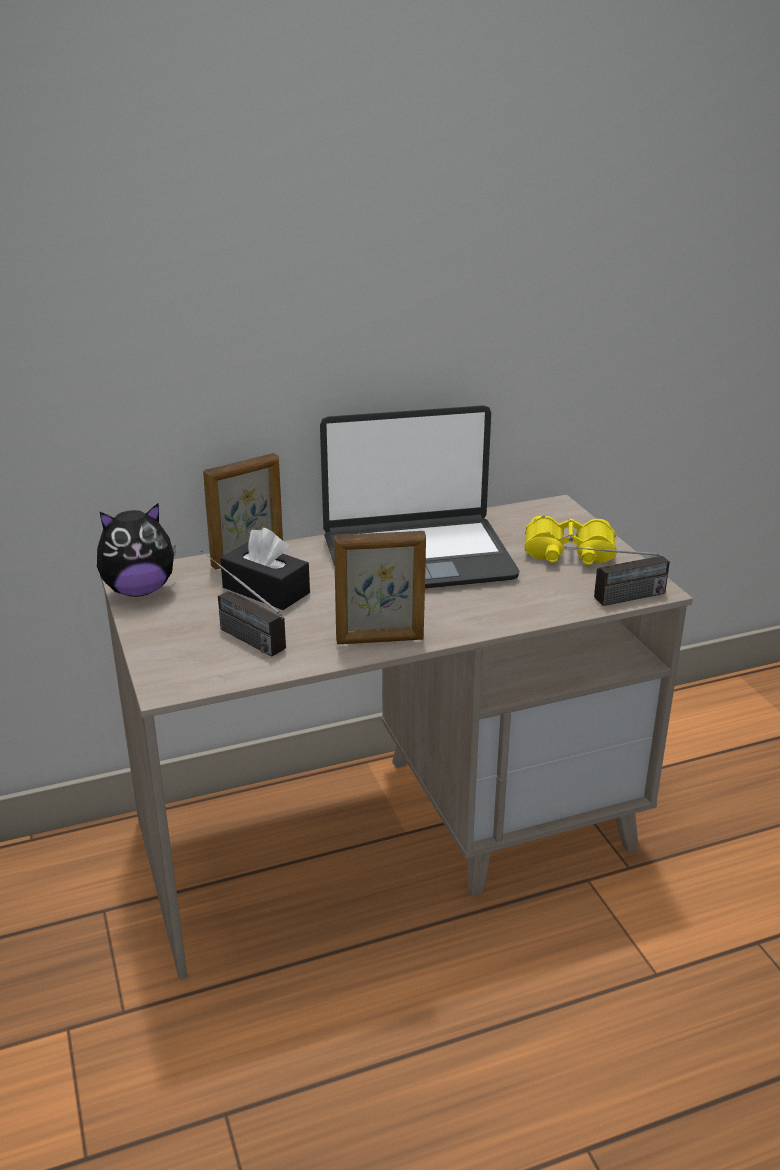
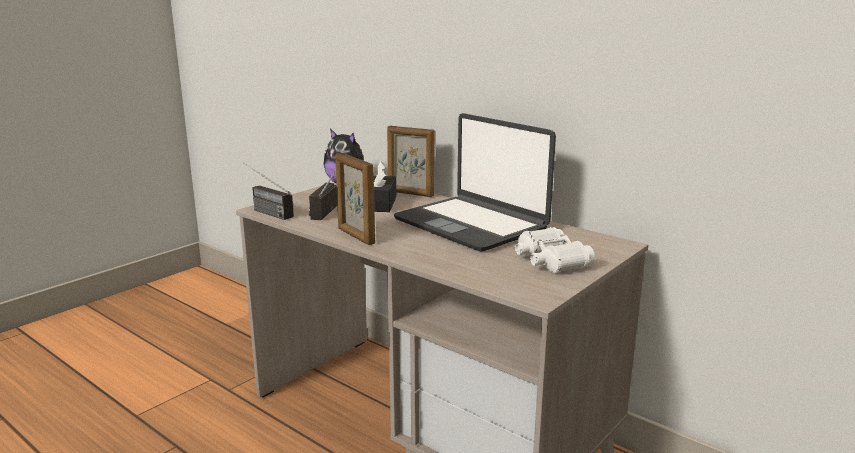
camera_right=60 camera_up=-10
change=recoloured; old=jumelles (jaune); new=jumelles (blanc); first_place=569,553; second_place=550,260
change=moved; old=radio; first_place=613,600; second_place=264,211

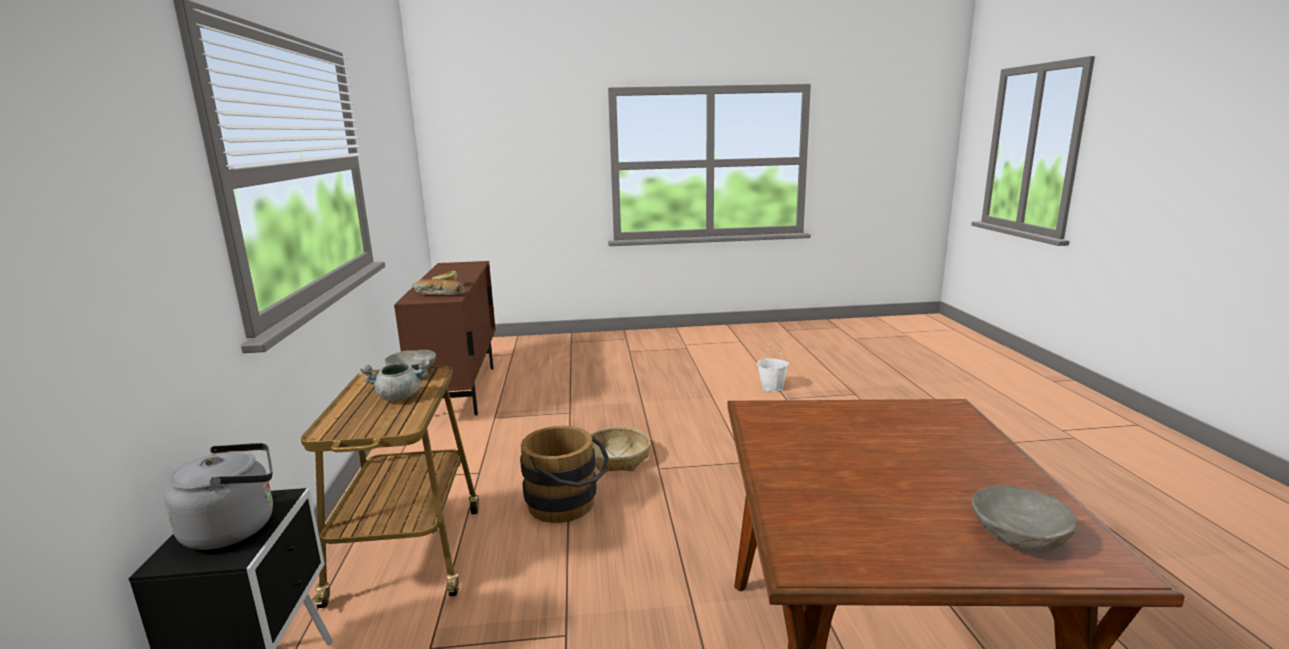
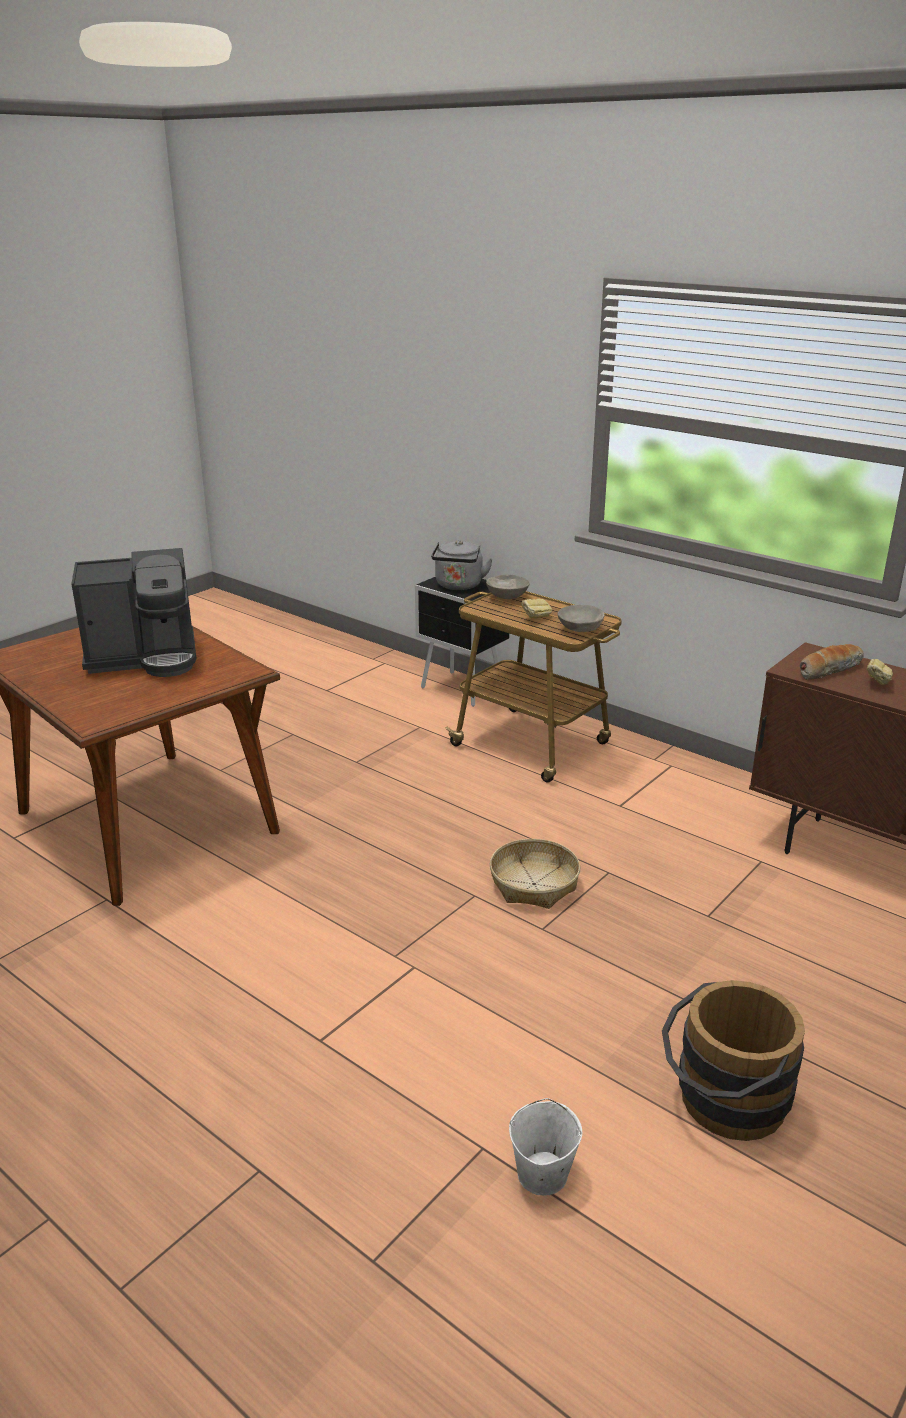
camera_right=135 camera_up=10
change=replaced; old=marmite (gris); new=pain; first_place=400,397; second_place=535,618
change=moved; old=seau (marron); first_place=567,505; second_place=723,1102
change=moved; old=bol (gris); first_place=1019,538; second_place=506,597
change=added; new=machine à café; second_place=145,658

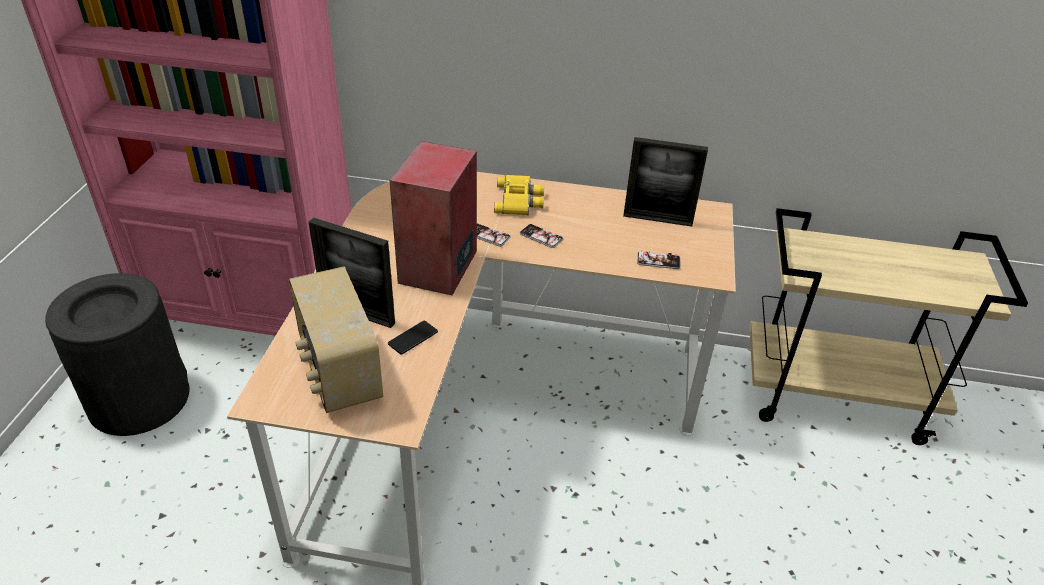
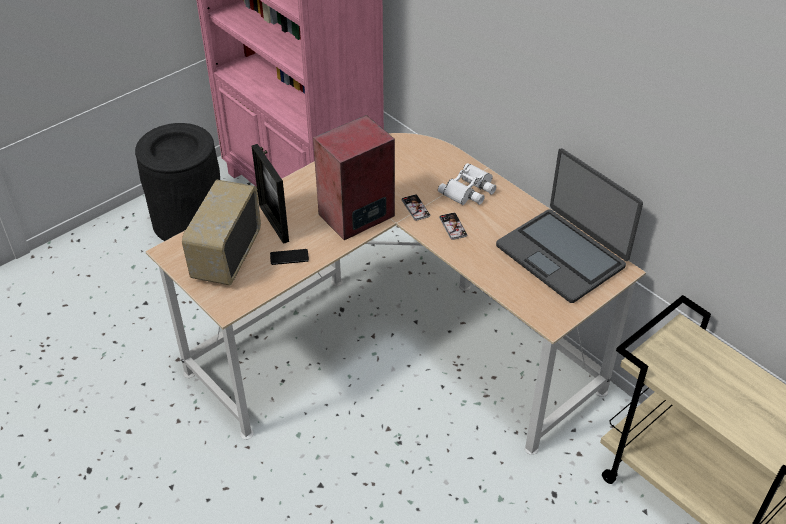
camera_right=40 camera_up=5
change=replaced; old=cadre photo; new=ordinateur portable; first_place=657,219; second_place=561,255
change=recoloured; old=jumelles (jaune); new=jumelles (blanc); first_place=519,200; second_place=470,190
change=removed; old=téléphone; first_place=658,261

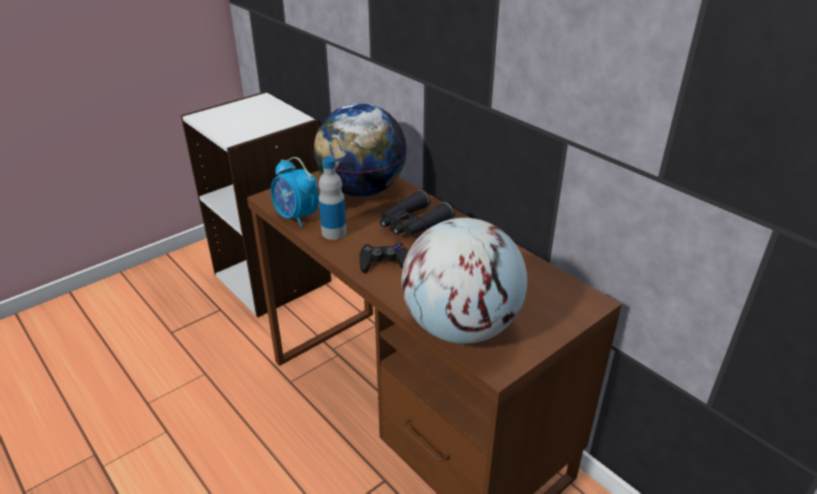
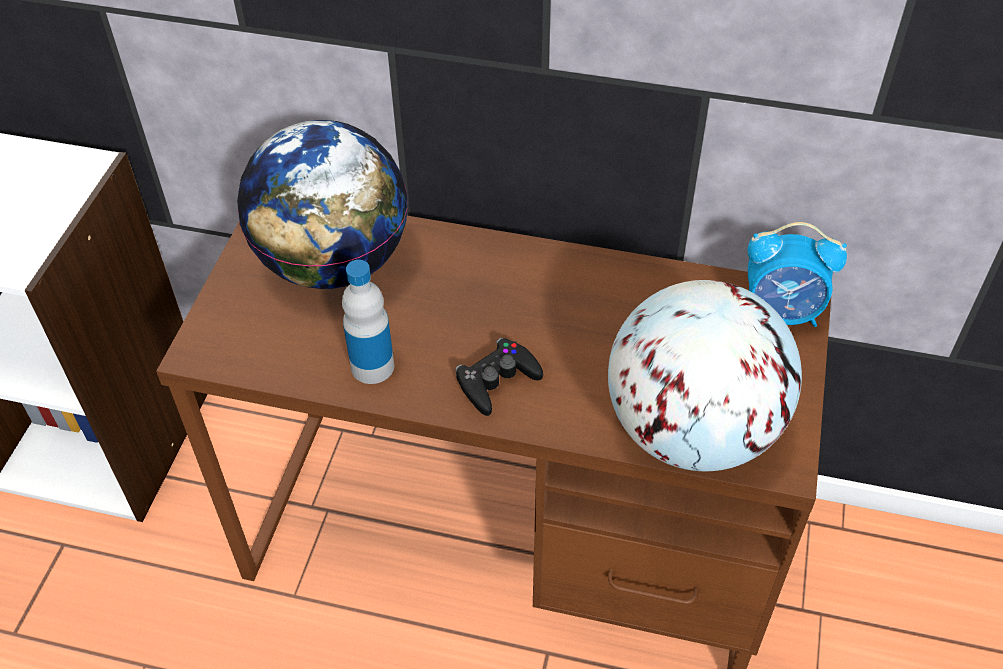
camera_right=-35 camera_up=15
change=moved; old=réveil; first_place=296,217; second_place=782,312
change=removed; old=jumelles (noir); first_place=412,224

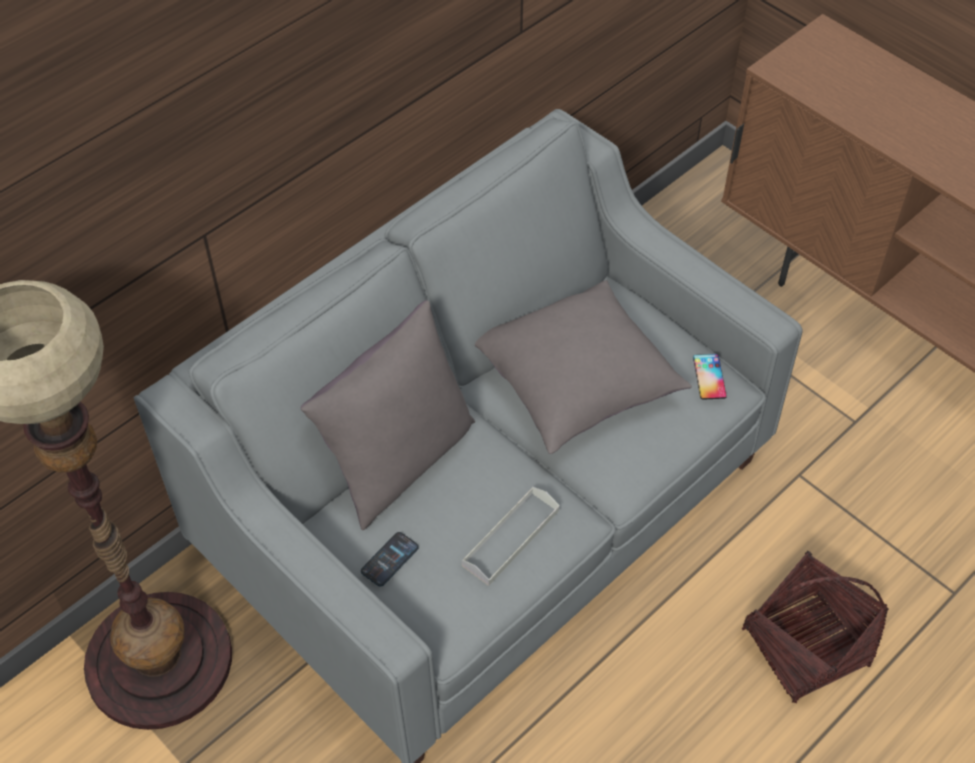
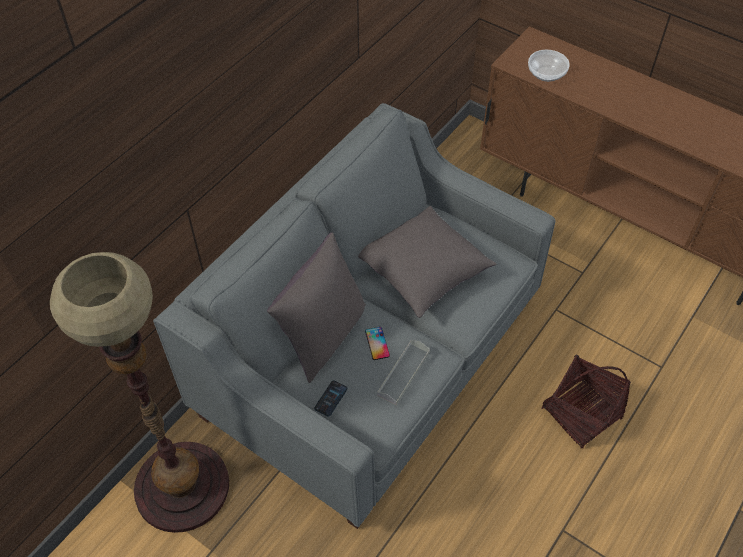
camera_right=-10 camera_up=0
change=moved; old=téléphone; first_place=709,377; second_place=377,343
change=added; new=bol; second_place=546,74

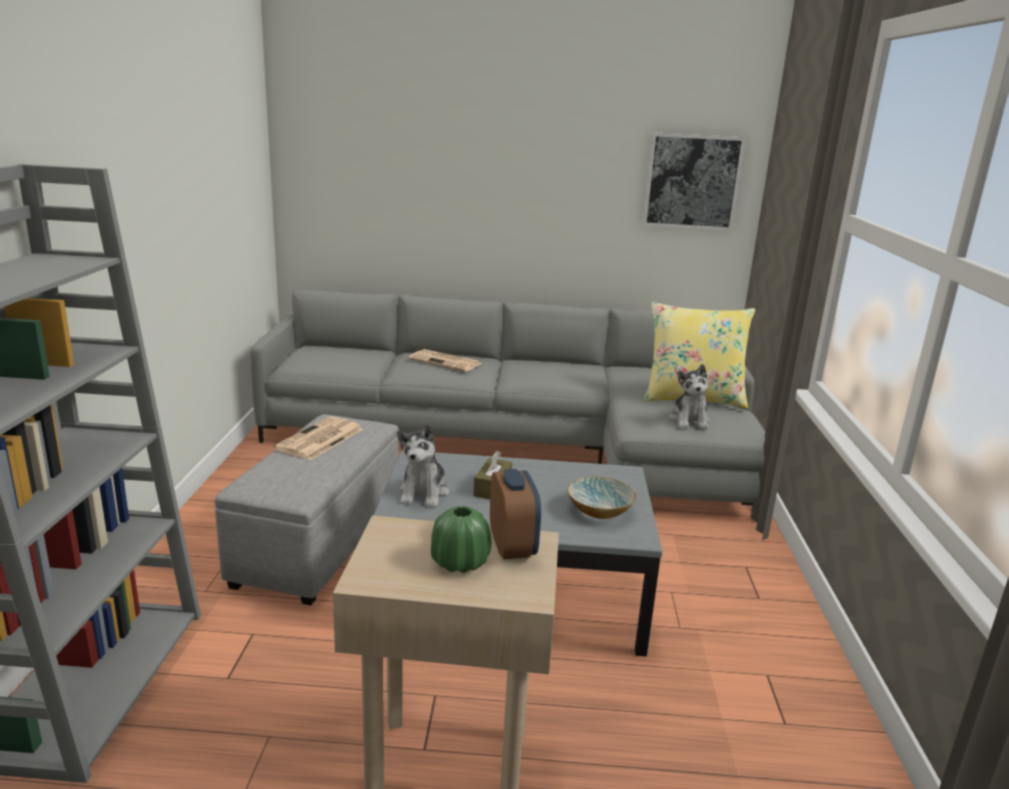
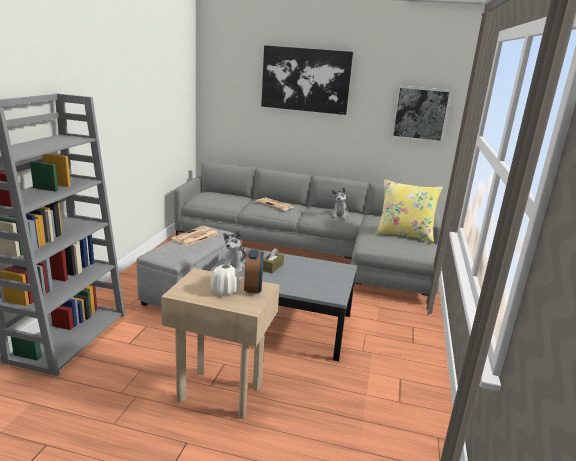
camera_right=10 camera_up=0
change=moved; old=peluche; first_place=689,420; second_place=339,215
change=removed; old=bol; first_place=600,511
change=recoloured; old=vase (vert); new=vase (blanc); first_place=460,562; second_place=225,291
change=added; new=tableau; second_place=305,80

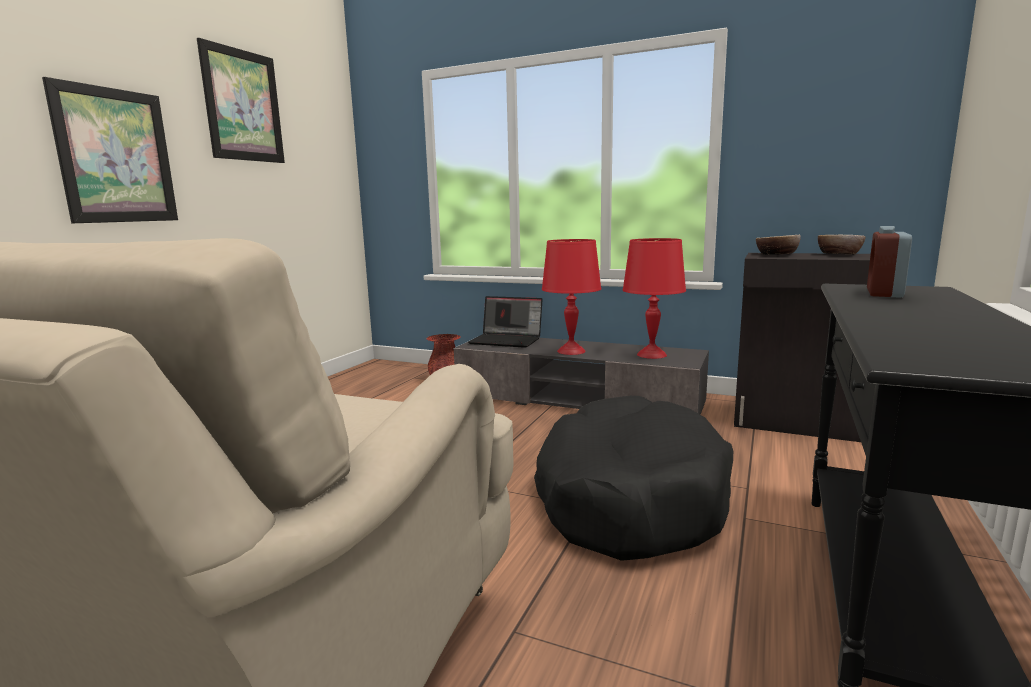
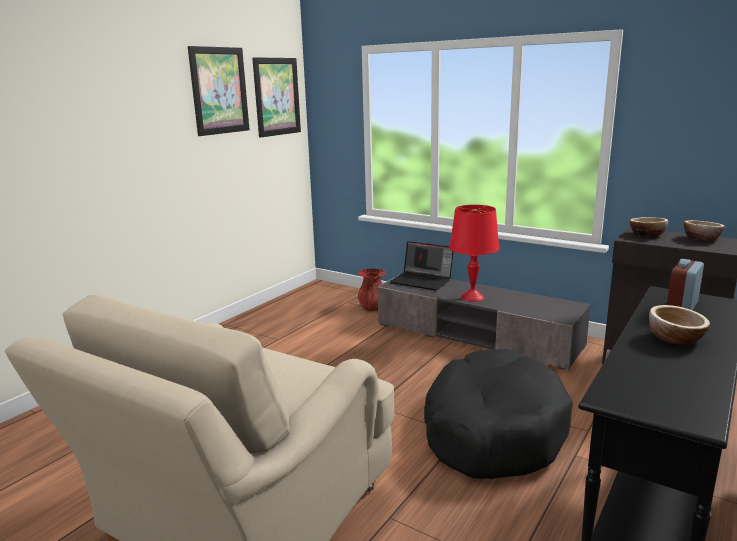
camera_right=10 camera_up=5
change=moved; old=tableau; first_place=116,156; second_place=277,97
change=removed; old=lampe de table (rouge); first_place=651,355
change=added; new=bol; second_place=675,338

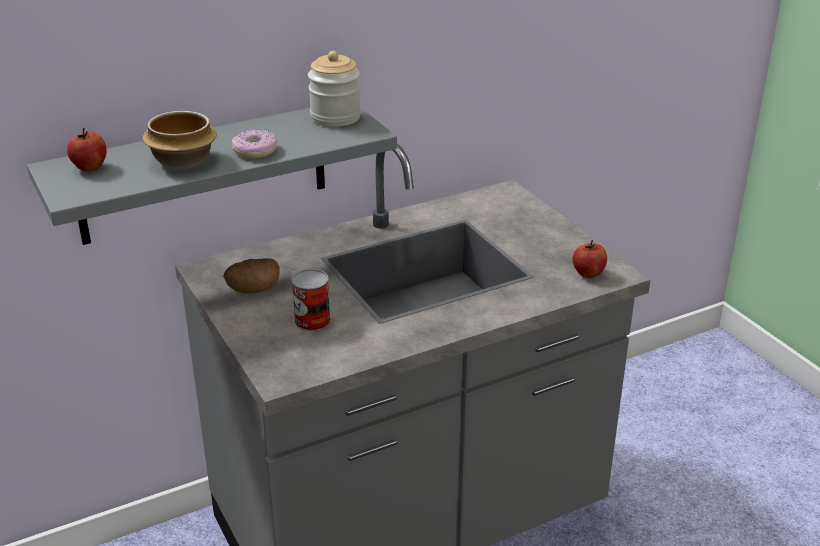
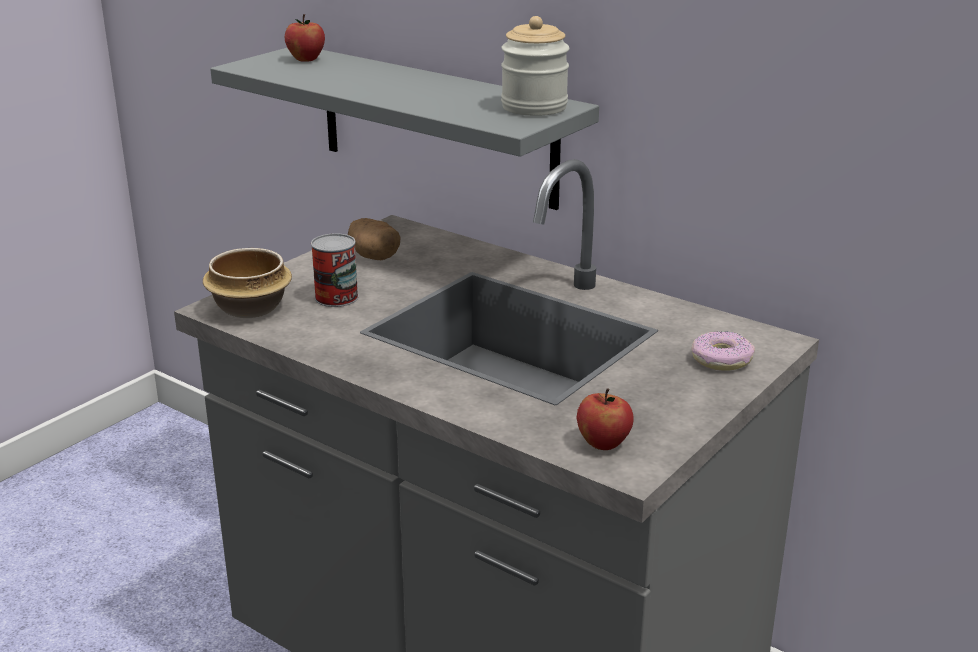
camera_right=65 camera_up=-5
change=moved; old=bol; first_place=181,160; second_place=251,307
change=moved; old=beignet; first_place=255,151; second_place=721,359

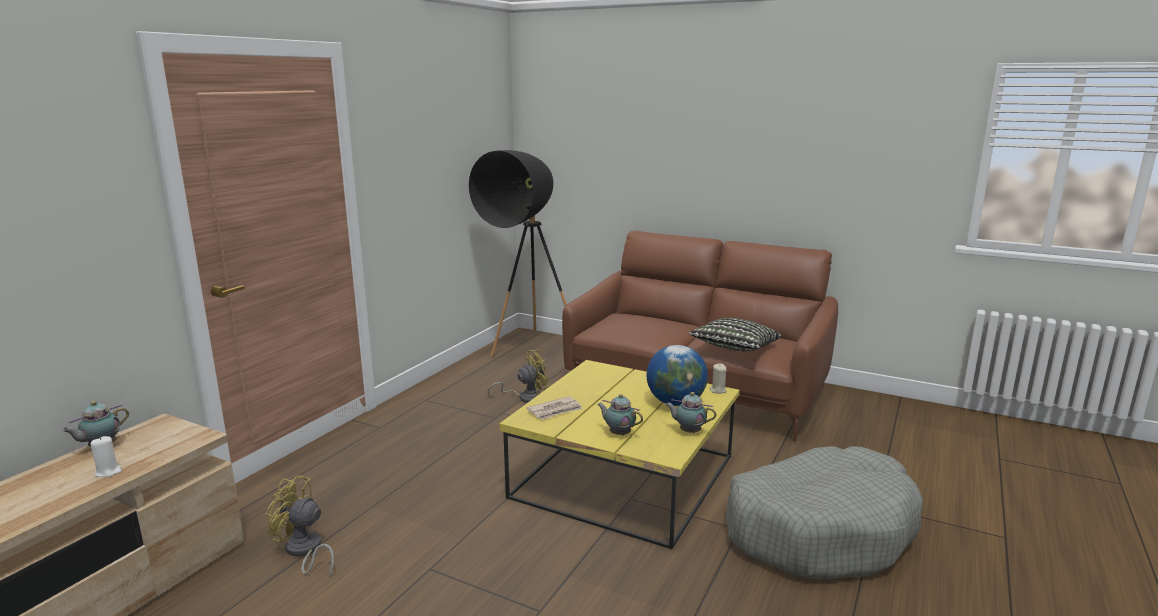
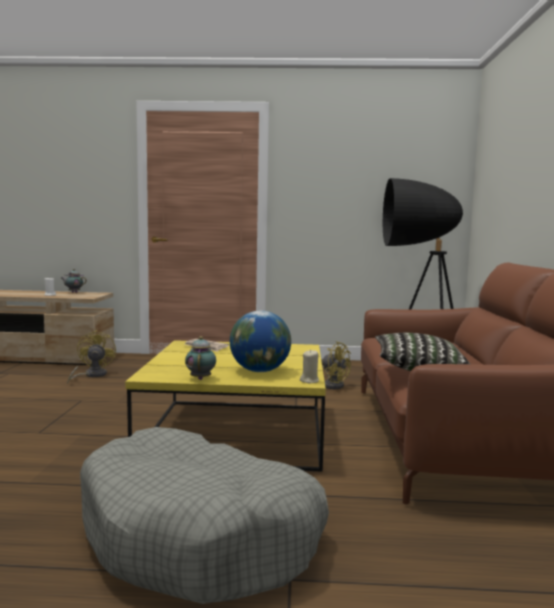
camera_right=65 camera_up=-10
change=removed; old=théière; first_place=618,433

